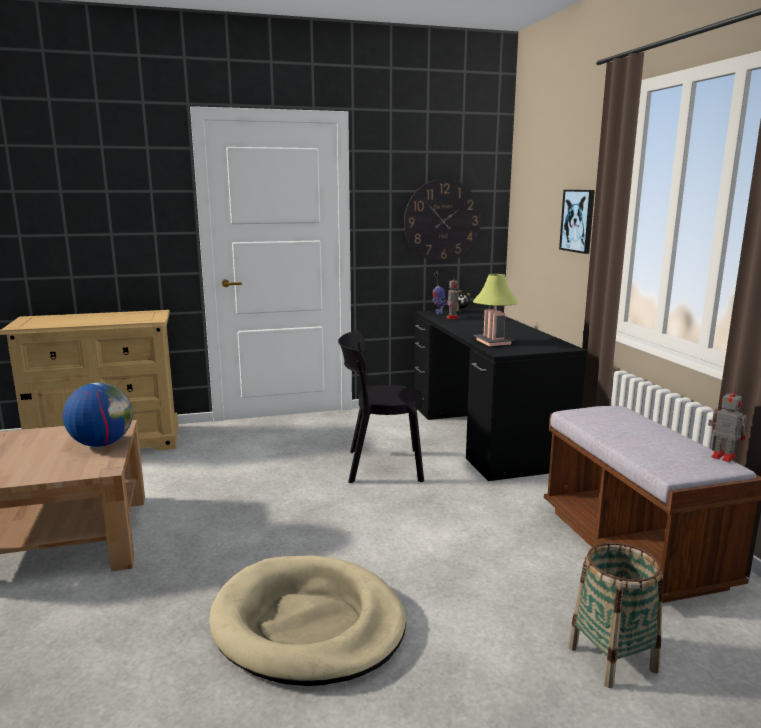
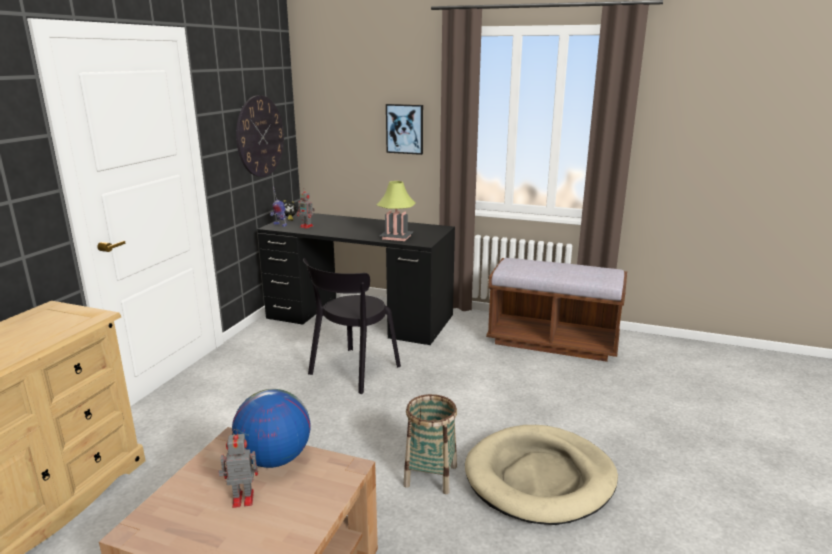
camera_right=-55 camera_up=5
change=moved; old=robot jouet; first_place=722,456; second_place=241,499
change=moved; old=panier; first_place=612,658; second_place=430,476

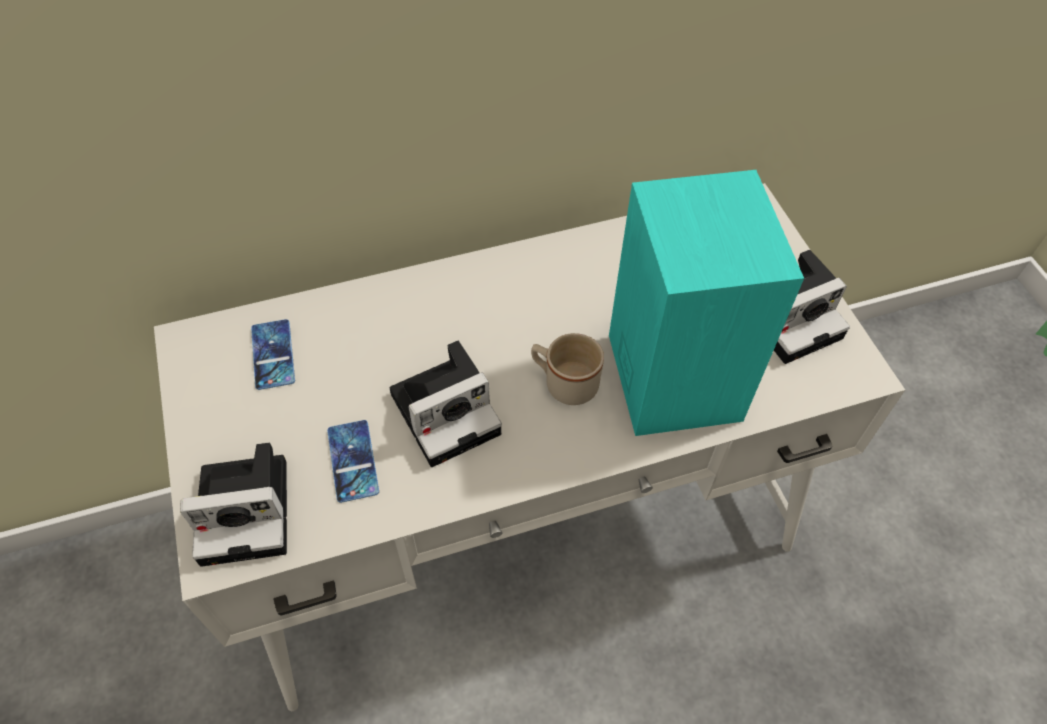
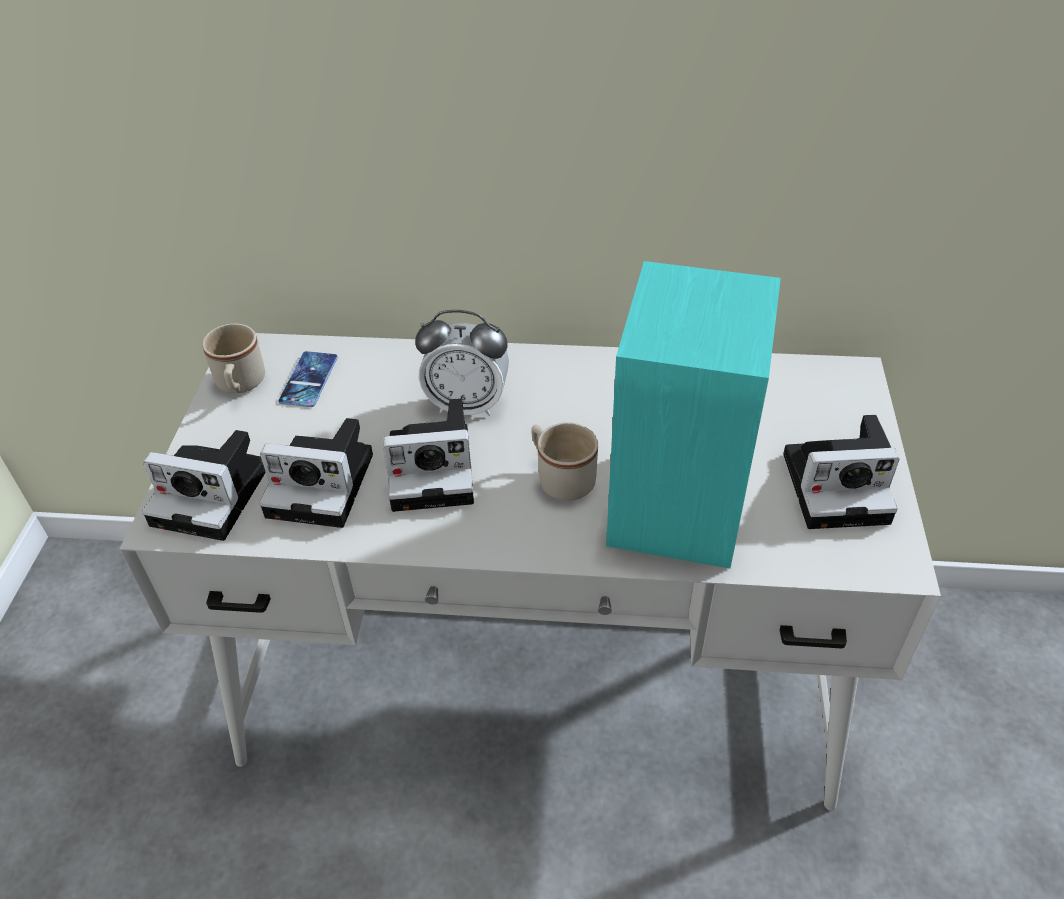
camera_right=25 camera_up=-10
change=replaced; old=téléphone; new=appareil photo; first_place=353,461; second_place=325,484
change=added; new=réveil; second_place=467,404
change=added; new=mug (beige); second_place=240,385

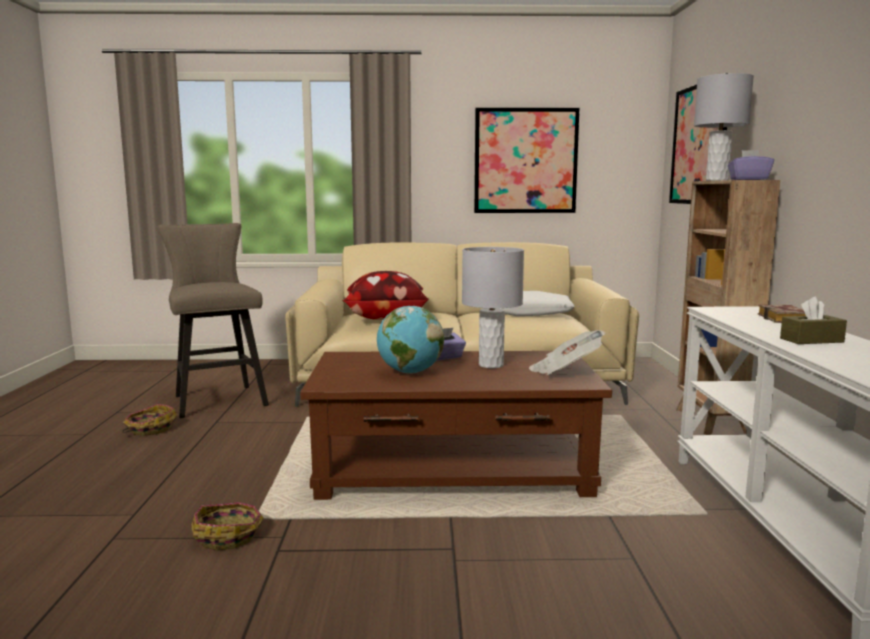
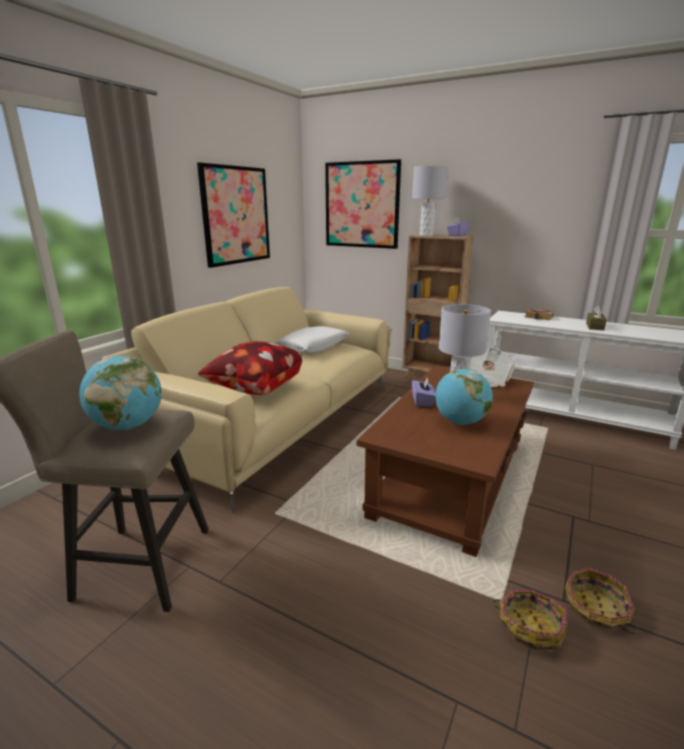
camera_right=-60 camera_up=10
change=moved; old=panier; first_place=150,429; second_place=596,609
change=added; new=globe; second_place=128,426

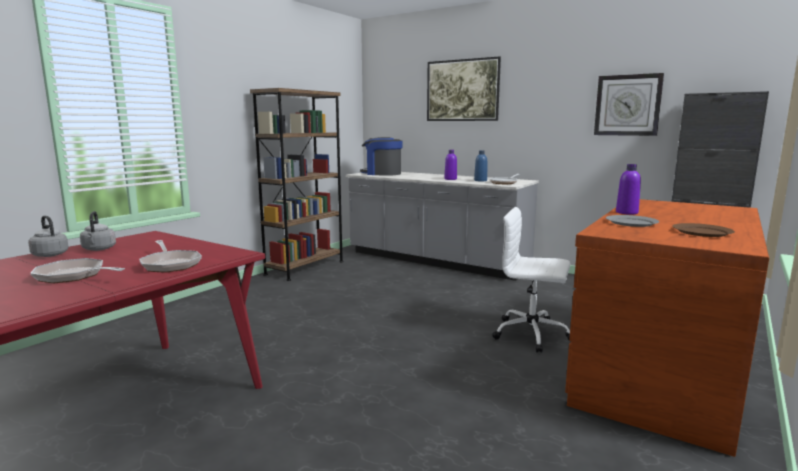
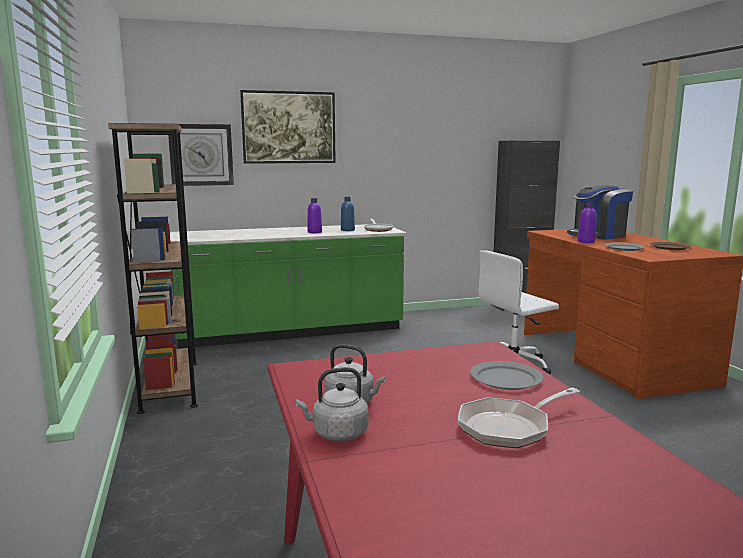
camera_right=-50 camera_up=0
change=moved; old=horloge murale; first_place=627,105; second_place=201,155
change=moved; old=machine à café; first_place=382,173; second_place=598,235
change=recoloured; old=comptoir de cuisine (gris); new=comptoir de cuisine (vert); first_place=435,261; second_place=291,332
change=replaced; old=poêle; new=assiette (gris); first_place=170,264; second_place=505,378

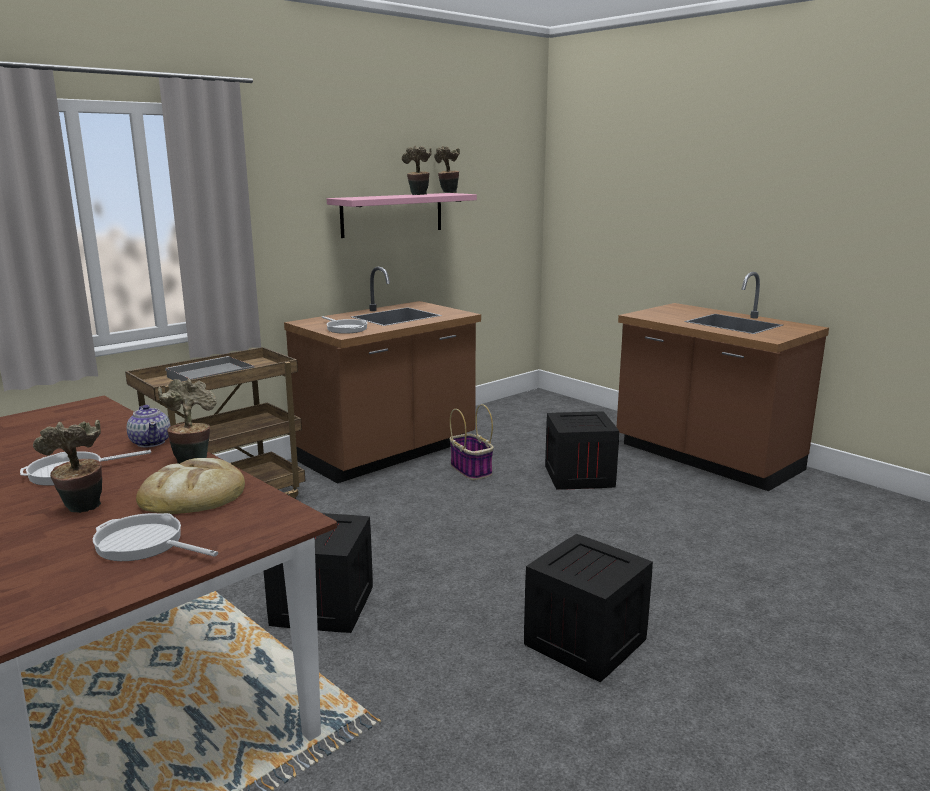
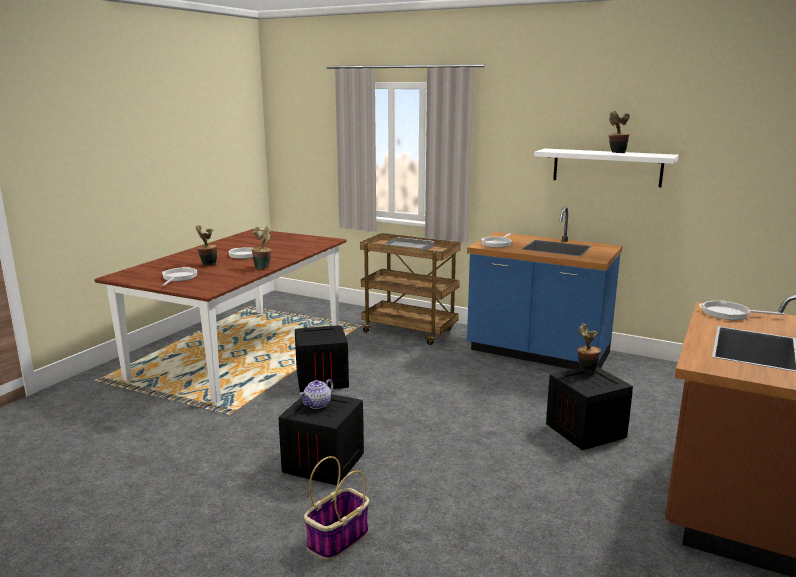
camera_right=70 camera_up=0
change=moved; old=plante en pot; first_place=448,193; second_place=585,369
change=recoloured; old=étagère (rose); new=étagère (blanc); first_place=392,214; second_place=607,167
change=recoloured; old=comptoir de cuisine (marron); new=comptoir de cuisine (bleu); first_place=389,453; second_place=537,353
change=moved; old=panier; first_place=471,470; second_place=338,540
change=moved; old=théière; first_place=151,442; second_place=318,404
change=removed; old=pain; first_place=193,494
change=added; new=poêle; second_place=729,314

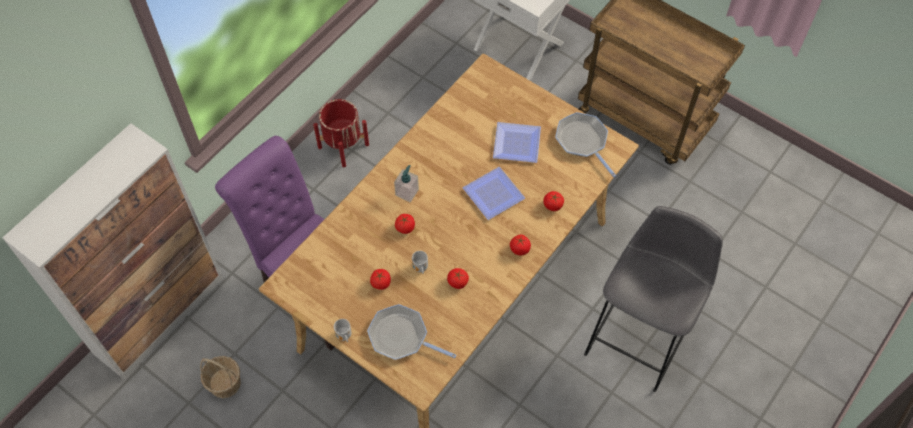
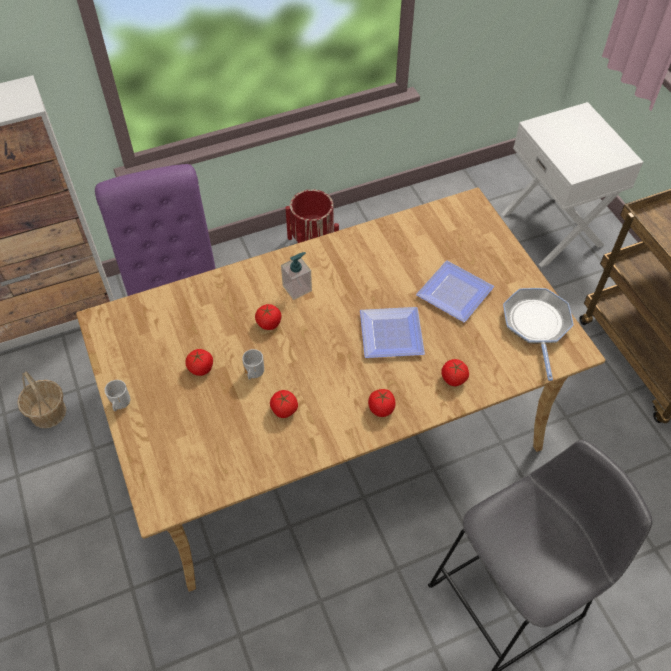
camera_right=30 camera_up=-5
change=removed; old=poêle; first_place=401,336

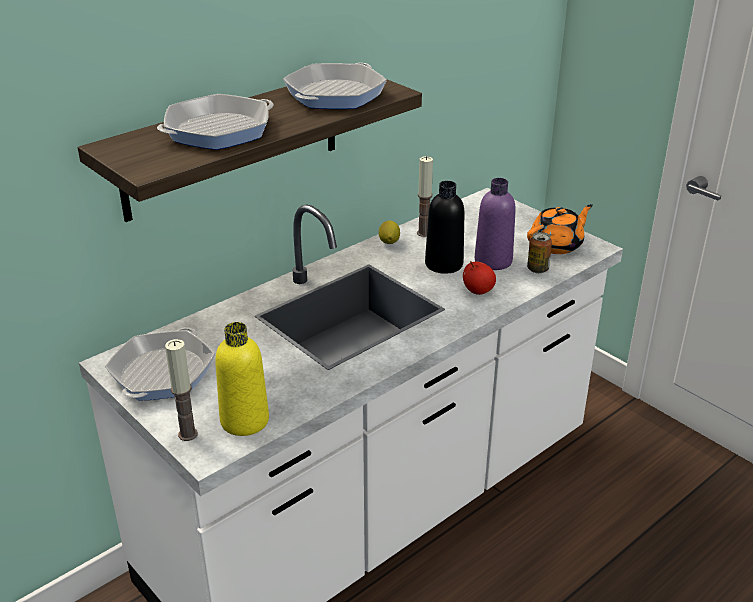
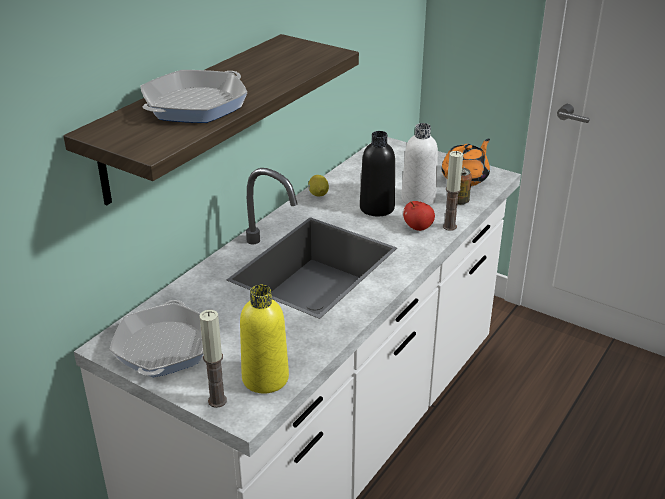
camera_right=-15 camera_up=0
change=removed; old=poêle; first_place=335,94
change=moved; old=bougie; first_place=423,233; second_place=449,226
change=recoloured; old=bouteille (violet); new=bouteille (blanc); first_place=493,261; second_place=418,199

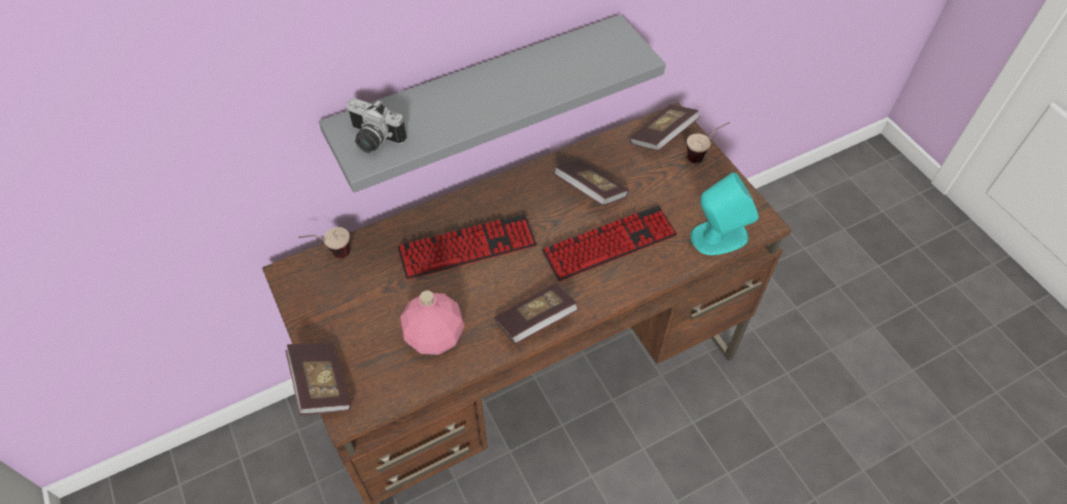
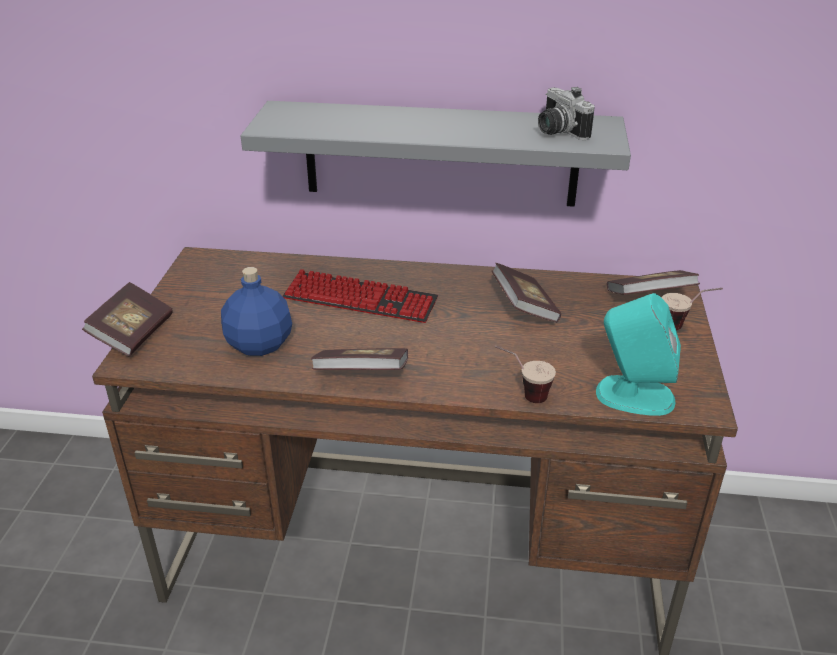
camera_right=35 camera_up=-20
change=moved; old=appareil photo; first_place=373,140; second_place=557,131
change=removed; old=clavier; first_place=609,244
change=moved; old=tasse; first_place=331,255; second_place=522,394
change=recoloured; old=bouteille (rose); new=bouteille (bleu); first_place=434,337; second_place=258,345

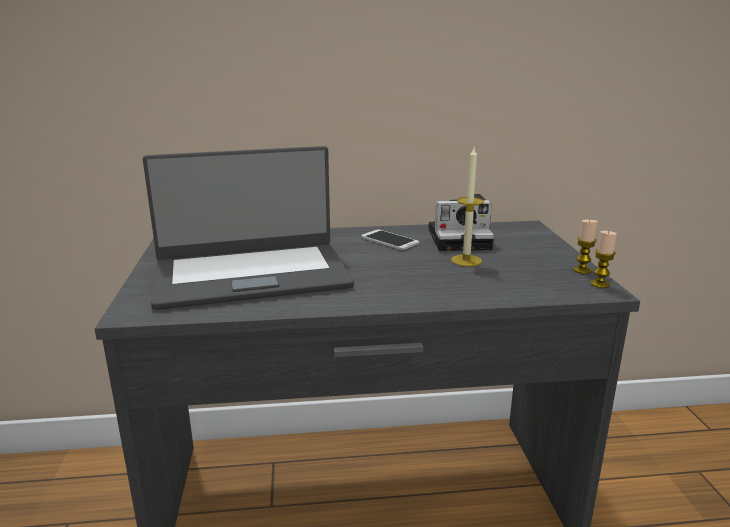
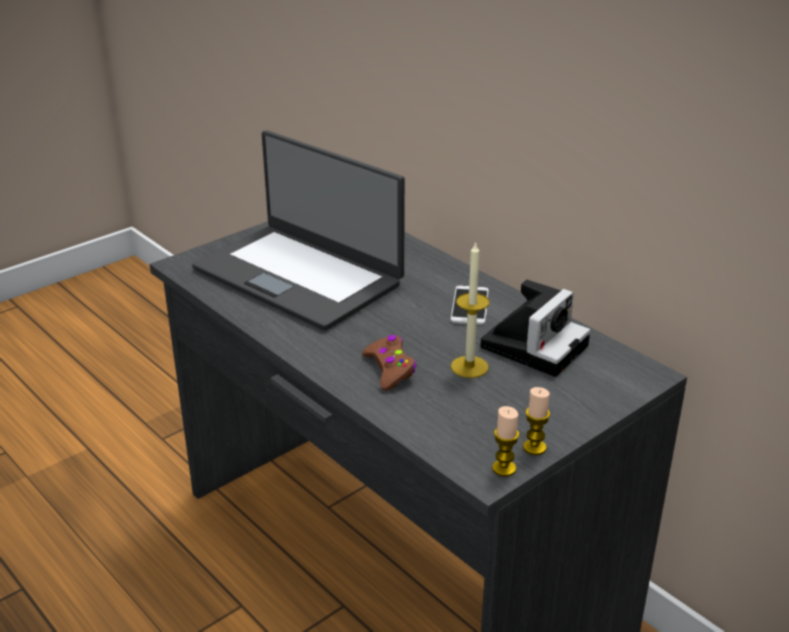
camera_right=55 camera_up=10
change=turned; old=appareil photo; first_place=461,238; second_place=535,344; degrees=-105
change=added; new=manette (marron); second_place=390,369

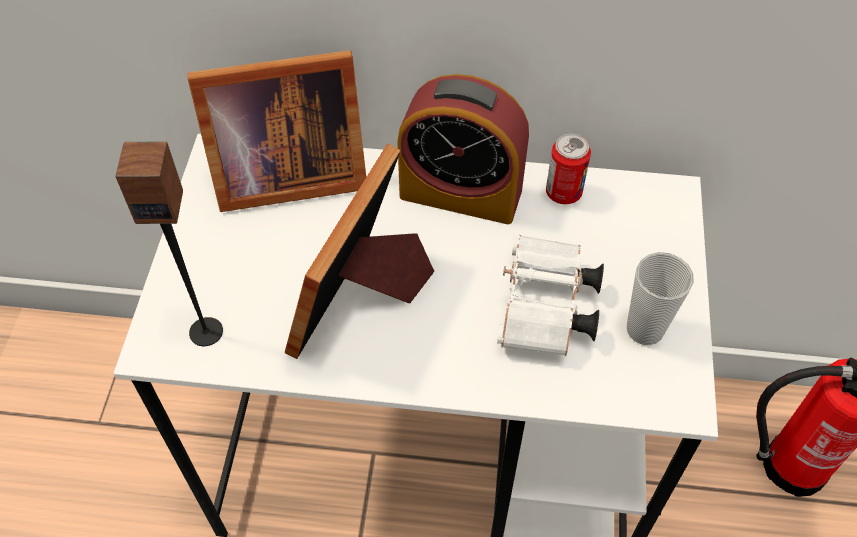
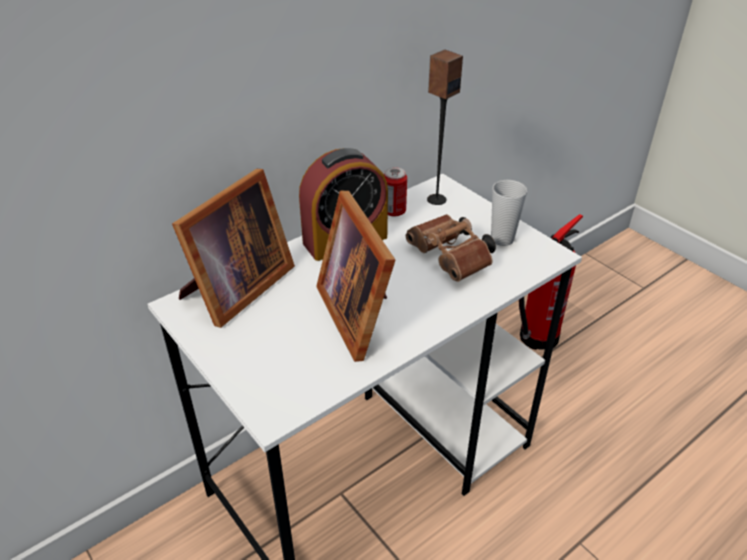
camera_right=-45 camera_up=-15
change=moved; old=enceinte; first_place=206,331; second_place=436,199
change=recoloured; old=jumelles (blanc); new=jumelles (marron); first_place=545,311; second_place=452,260

